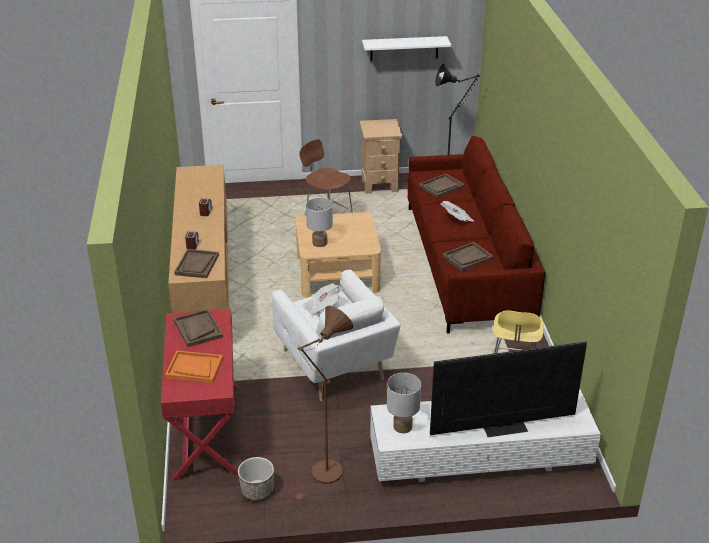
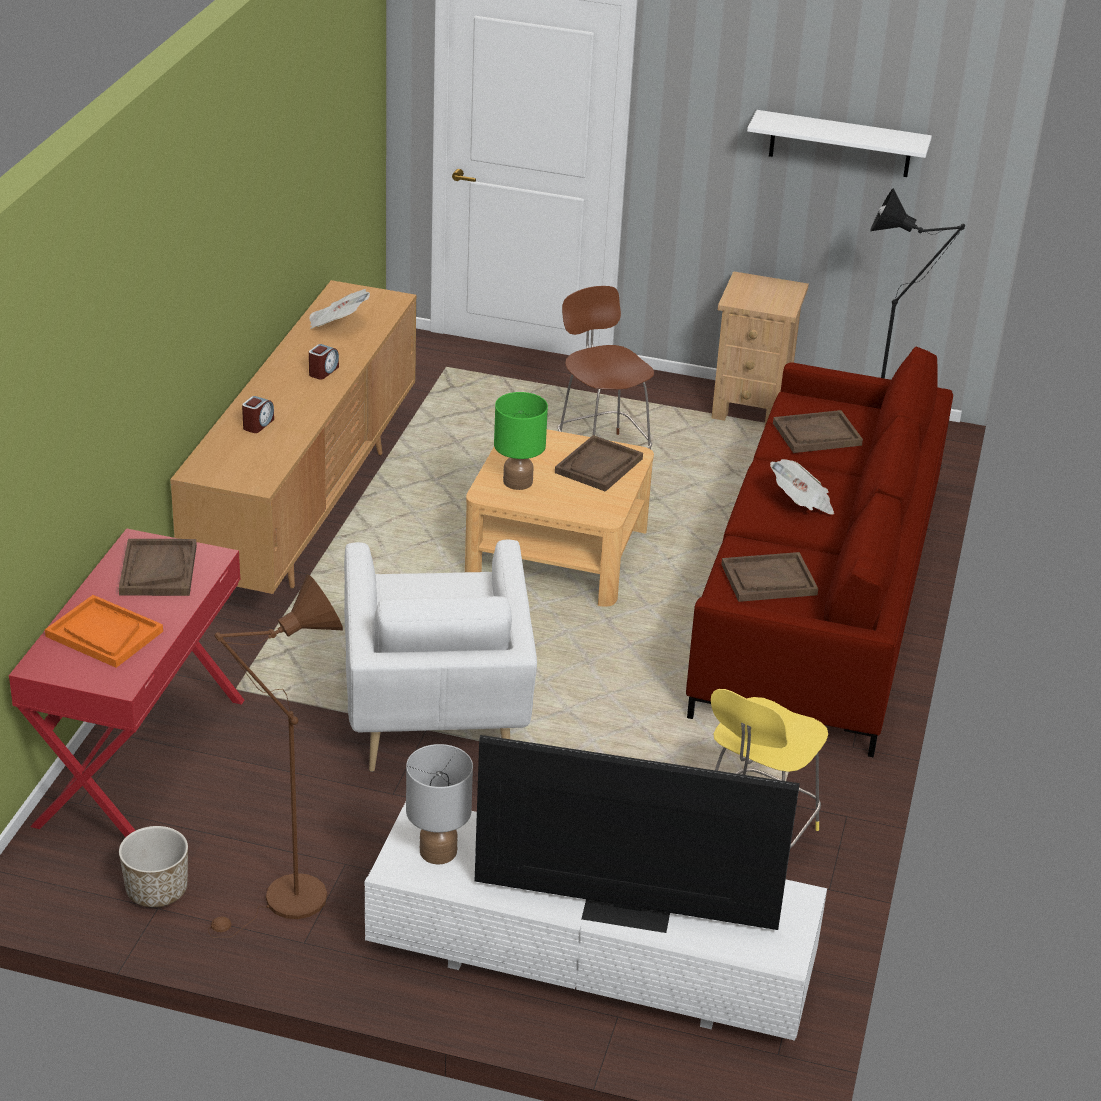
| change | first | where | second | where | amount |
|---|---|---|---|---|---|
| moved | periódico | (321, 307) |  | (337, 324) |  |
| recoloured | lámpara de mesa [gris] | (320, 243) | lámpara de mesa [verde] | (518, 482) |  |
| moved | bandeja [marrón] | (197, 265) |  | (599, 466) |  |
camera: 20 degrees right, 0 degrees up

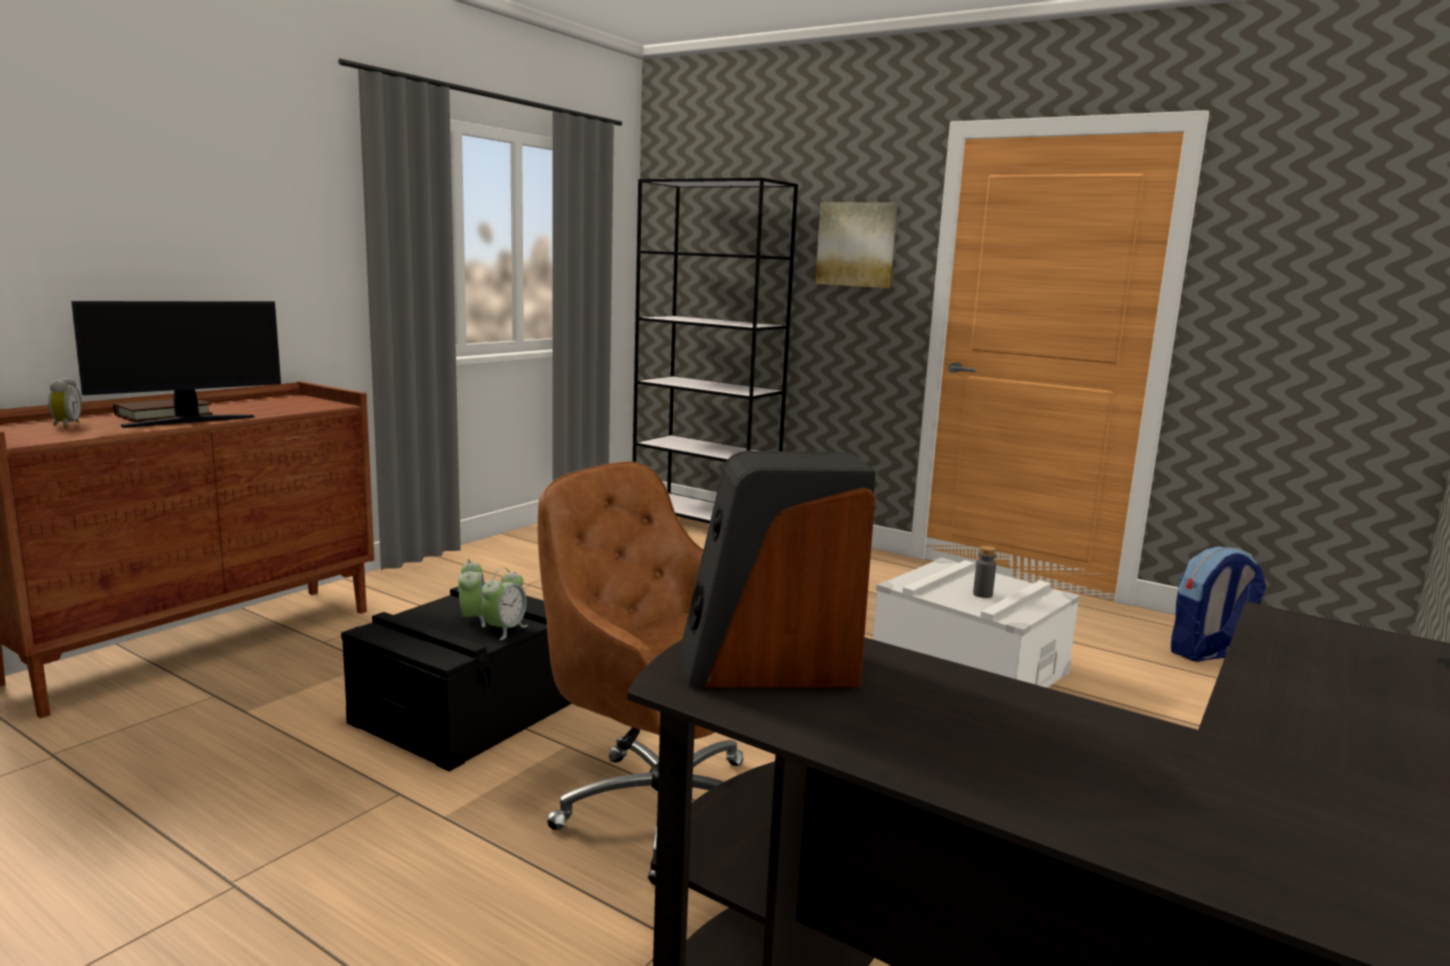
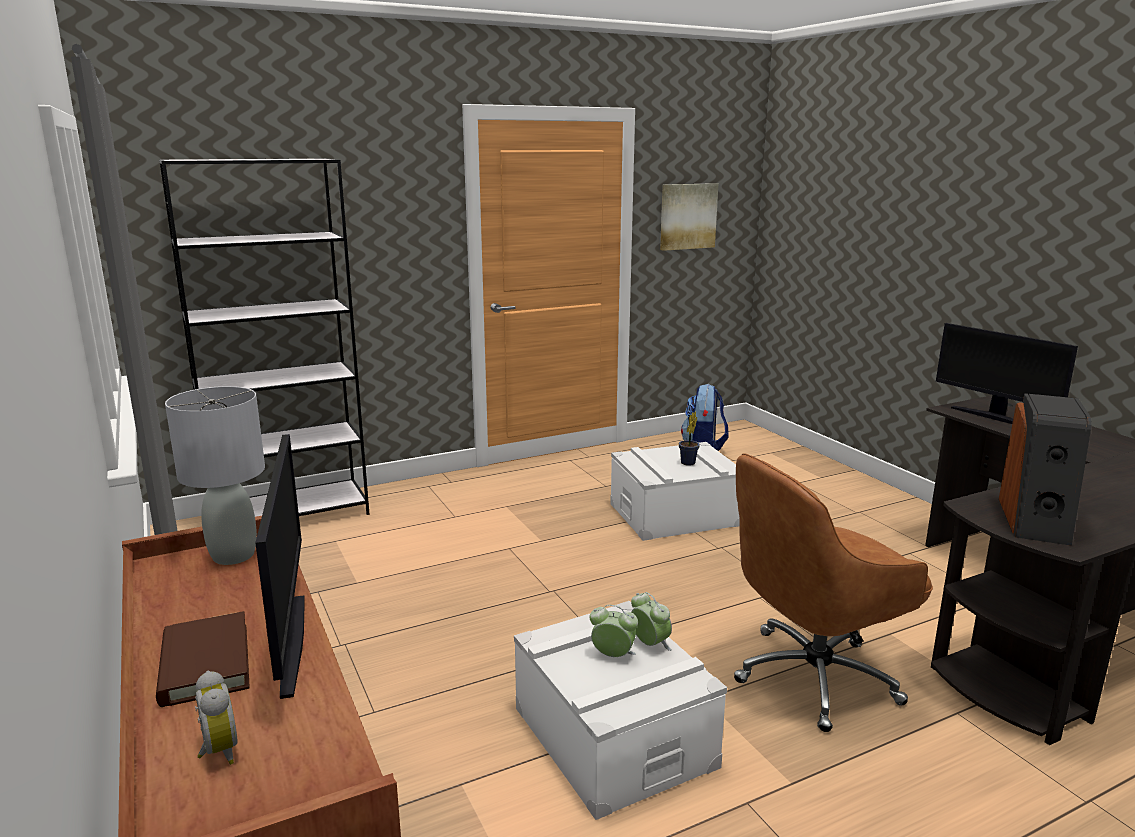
| change | first | where | second | where | amount |
|---|---|---|---|---|---|
| added |  |  | lámpara de mesa [gris] | (234, 555) |  |
| turned | despertador | (65, 425) |  | (217, 752) | 45 degrees clockwise |
| recoloured | caja de almacenaje [negro] | (469, 710) | caja de almacenaje [blanco] | (612, 736) |  |
| moved | cuadro | (856, 244) |  | (687, 216) |  |
| replaced | botella [gris] | (982, 594) | planta en maceta | (687, 463) |  |
| added |  |  | monitor | (994, 417) |  |
camera: 60 degrees left, 5 degrees up

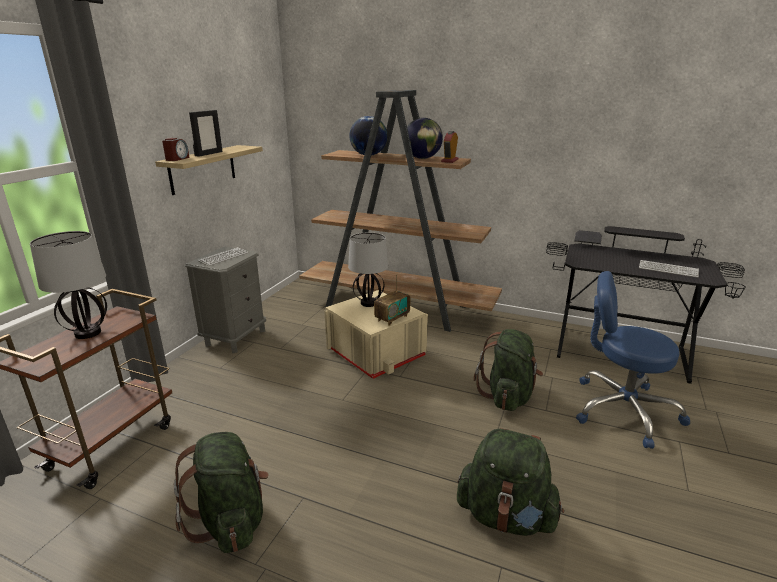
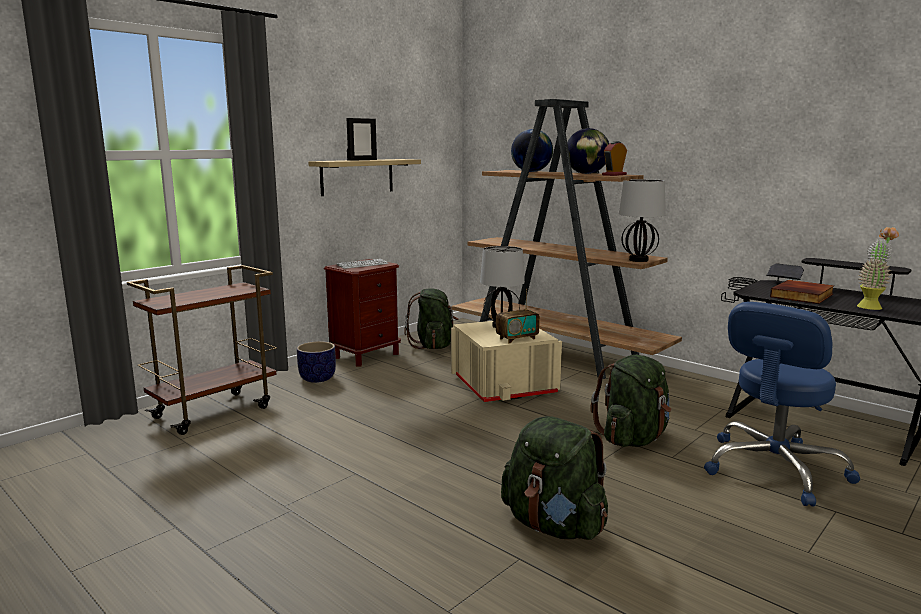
| change | first | where | second | where | amount |
|---|---|---|---|---|---|
| added |  |  | maceta | (318, 378) |  |
| recoloured | mesita de noche [gris] | (235, 337) | mesita de noche [marrón] | (366, 355) |  |
| moved | mochila [verde] | (231, 520) |  | (433, 346) |  |
| moved | lámpara de mesa | (88, 333) |  | (639, 260) |  |
| turned | silla de oficina [azul] | (618, 409) |  | (772, 471) | 90 degrees counterclockwise |
| added |  |  | libro | (803, 296) |  |
| replaced | teclado | (668, 269) | planta en maceta | (871, 306) |  |
| removed | despertador | (177, 159) |  |  |  |
camera: 20 degrees right, 10 degrees down

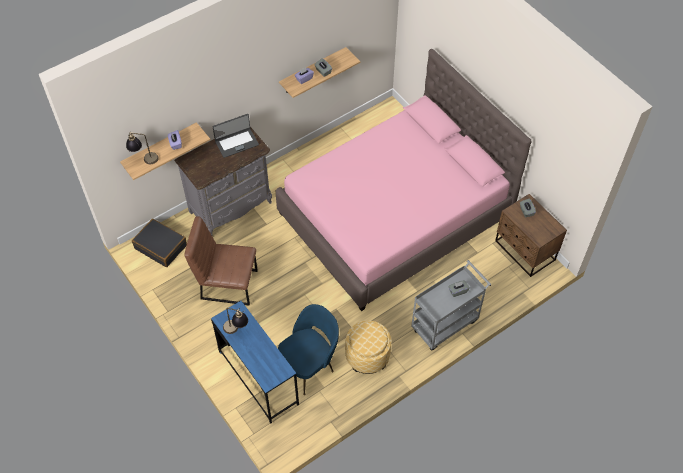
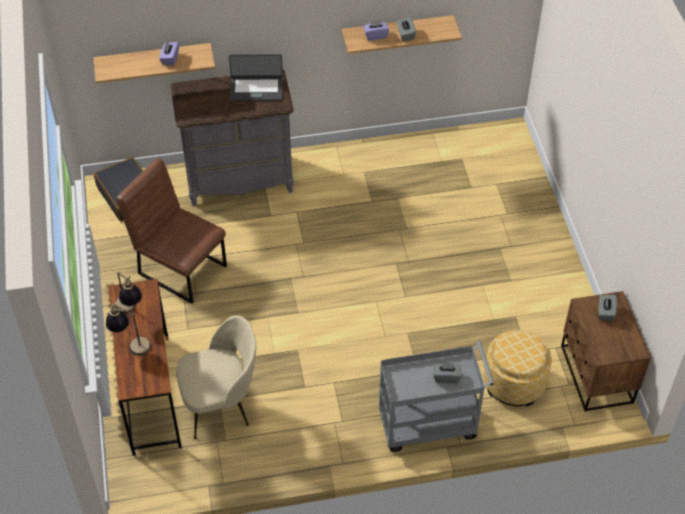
| change | first | where | second | where | amount |
|---|---|---|---|---|---|
| moved | lámpara de mesa | (144, 159) |  | (131, 344) |  |
| recoloured | escritorio [azul] | (258, 378) | escritorio [marrón] | (151, 394) |  |
| recoloured | silla [azul] | (310, 367) | silla [beis] | (222, 408) |  |
| moved | puf | (367, 356) |  | (514, 383) |  |
| removed | cama [rosa] | (395, 215) |  |  |  |
camera: 25 degrees right, 5 degrees down

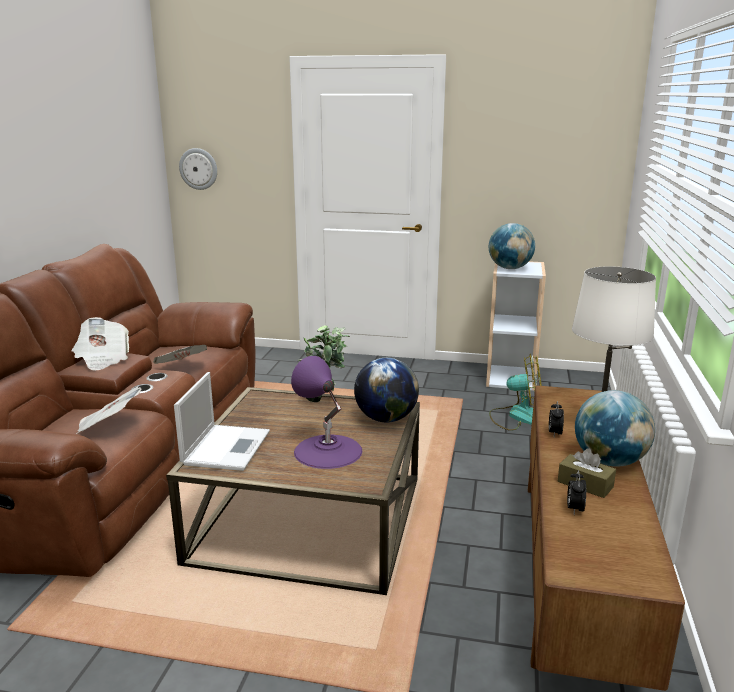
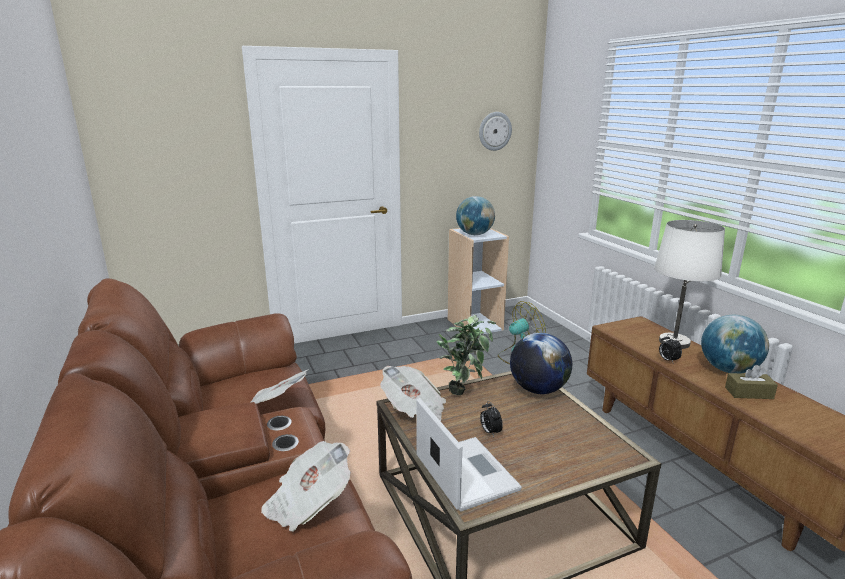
| change | first | where | second | where | amount |
|---|---|---|---|---|---|
| moved | periódico | (101, 359) |  | (414, 410) |  |
| moved | reloj de pared | (198, 169) |  | (494, 131) |  |
| moved | despertador | (574, 509) |  | (490, 432) |  |
| removed | lámpara de mesa [morado] | (327, 451) |  |  |  |
camera: 35 degrees left, 0 degrees up

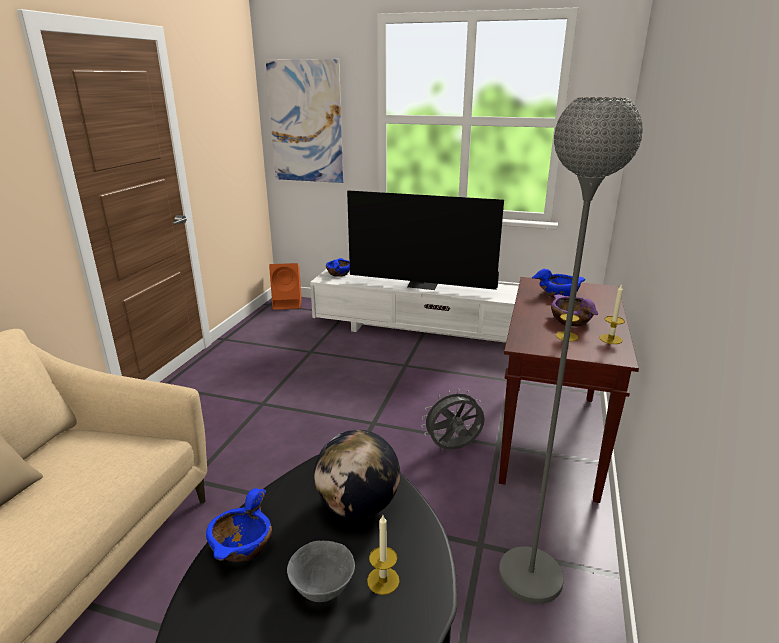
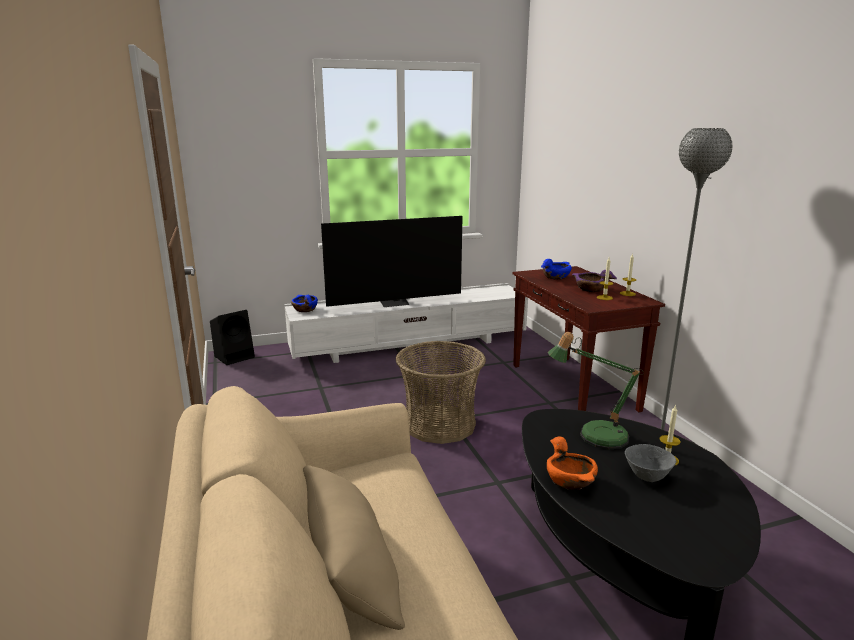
| change | first | where | second | where | amount |
|---|---|---|---|---|---|
| recoloured | altavoz [naranja] | (288, 303) | altavoz [negro] | (235, 356) |  |
| added |  |  | cesta | (439, 424) |  |
| recoloured | cuenco [azul] | (242, 546) | cuenco [naranja] | (570, 481) |  |
| replaced | globo terráqueo | (358, 506) | lámpara de mesa | (595, 435) |  |
| removed | cuadro | (306, 122) |  |  |  |
| removed | ventilador [gris] | (453, 448) |  |  |  |
camera: 35 degrees left, 5 degrees down

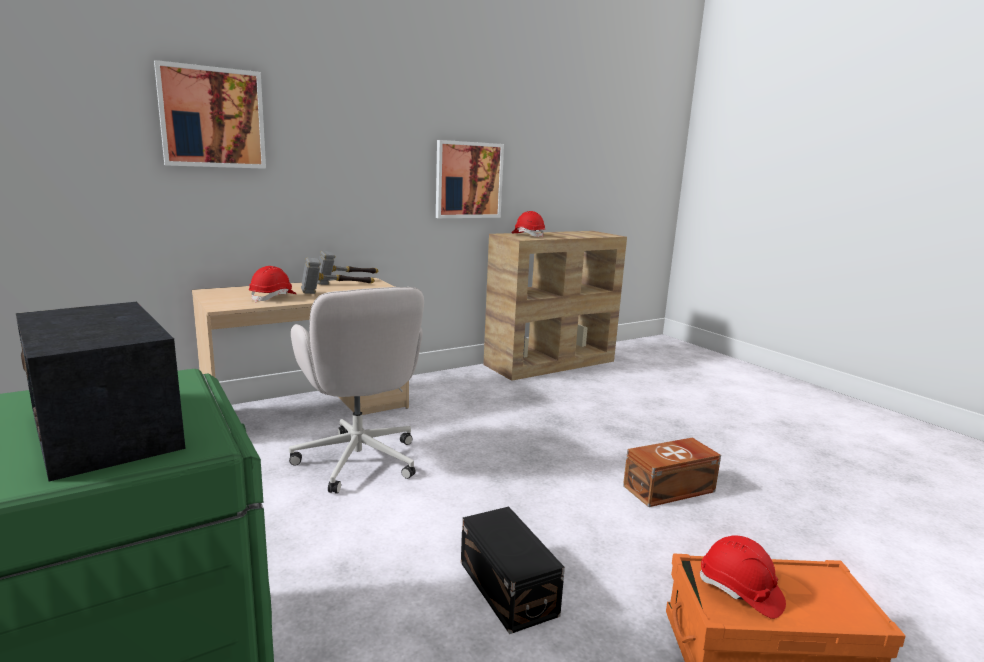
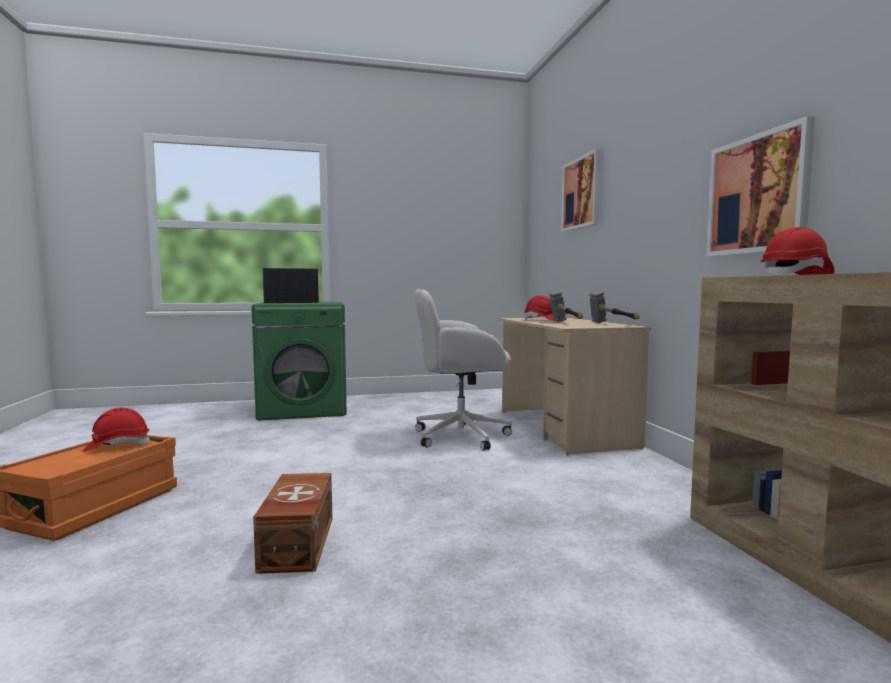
| change | first | where | second | where | amount |
|---|---|---|---|---|---|
| removed | caja de almacenaje [negro] | (506, 589) |  |  |  |
camera: 110 degrees right, 10 degrees down

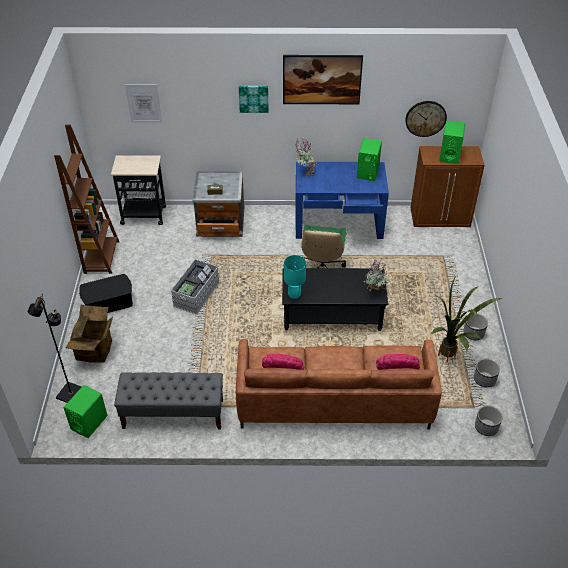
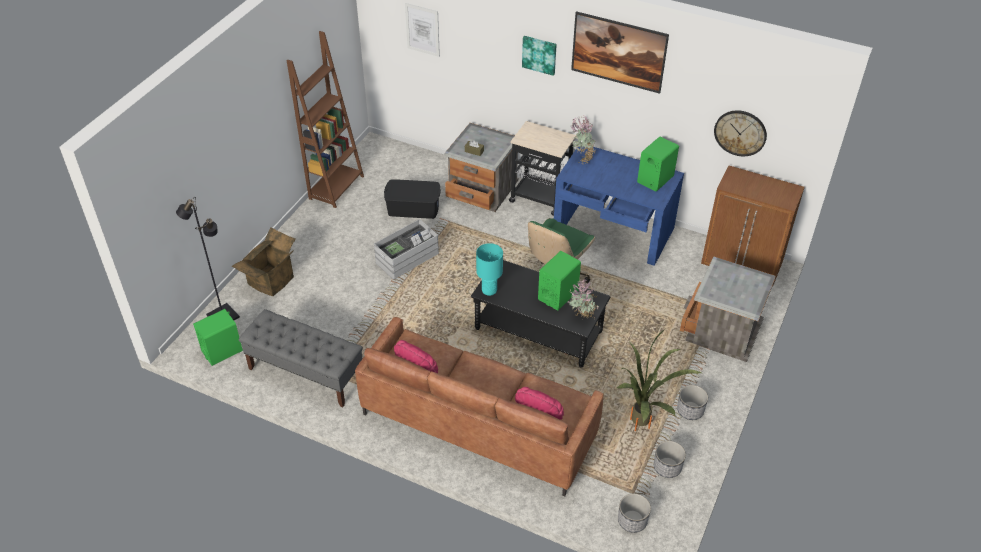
| change | first | where | second | where | amount |
|---|---|---|---|---|---|
| moved | caja de almacenaje [negro] | (108, 303) |  | (413, 208) |  |
| moved | carrito | (144, 215) |  | (540, 199) |  |
| moved | altavoz [verde] | (449, 155) |  | (558, 295) |  |
| added |  |  | mesita de noche [gris] | (720, 329) |  |
camera: 25 degrees right, 0 degrees up

